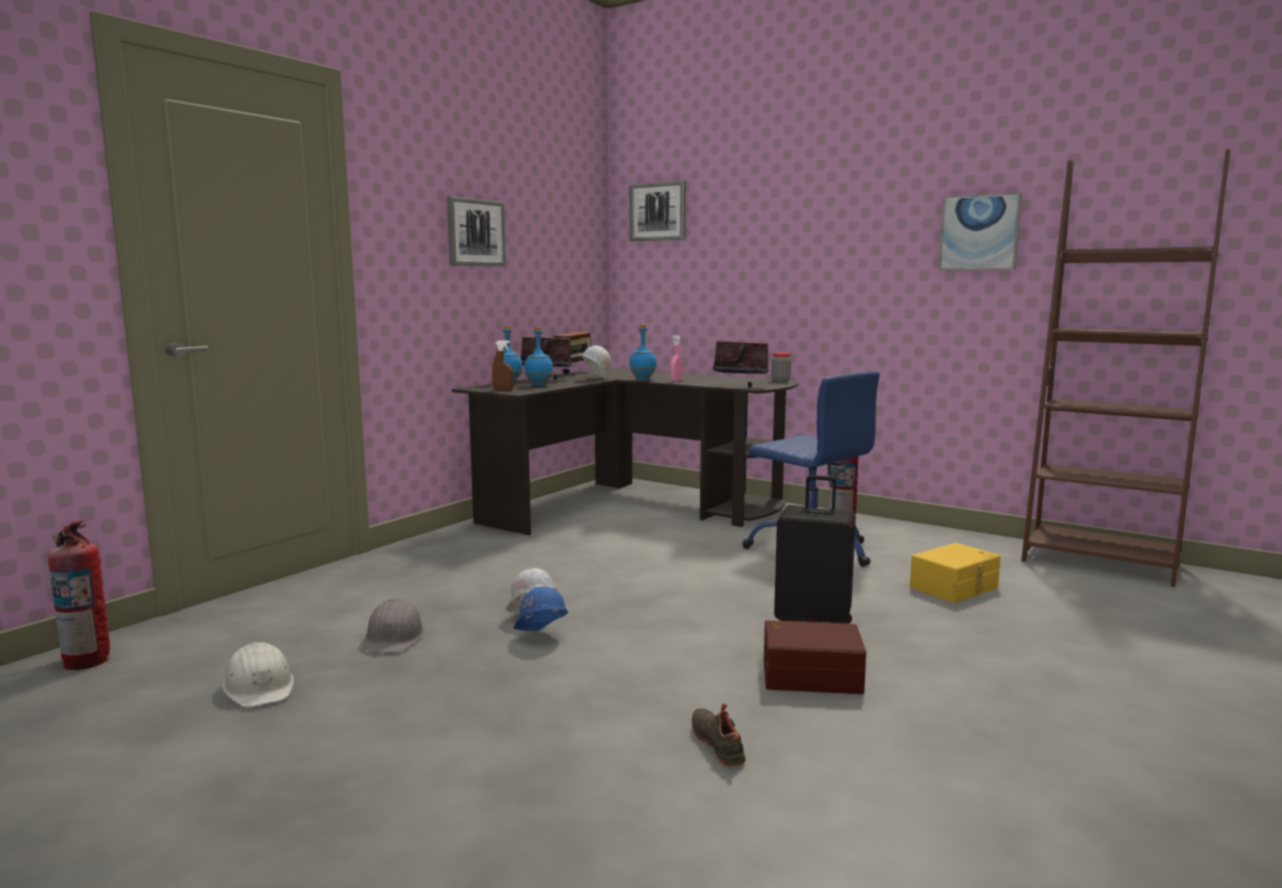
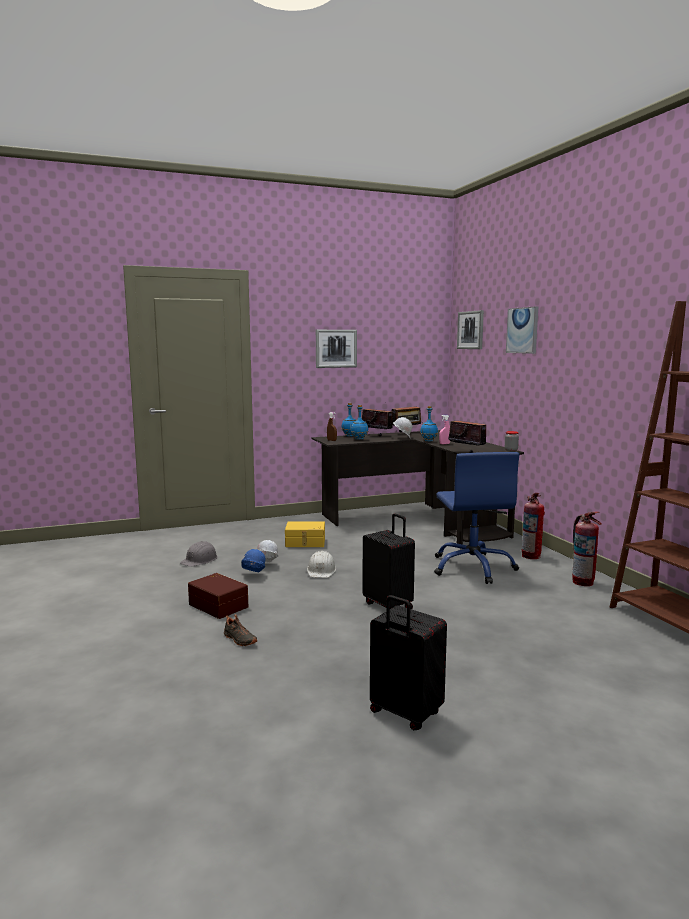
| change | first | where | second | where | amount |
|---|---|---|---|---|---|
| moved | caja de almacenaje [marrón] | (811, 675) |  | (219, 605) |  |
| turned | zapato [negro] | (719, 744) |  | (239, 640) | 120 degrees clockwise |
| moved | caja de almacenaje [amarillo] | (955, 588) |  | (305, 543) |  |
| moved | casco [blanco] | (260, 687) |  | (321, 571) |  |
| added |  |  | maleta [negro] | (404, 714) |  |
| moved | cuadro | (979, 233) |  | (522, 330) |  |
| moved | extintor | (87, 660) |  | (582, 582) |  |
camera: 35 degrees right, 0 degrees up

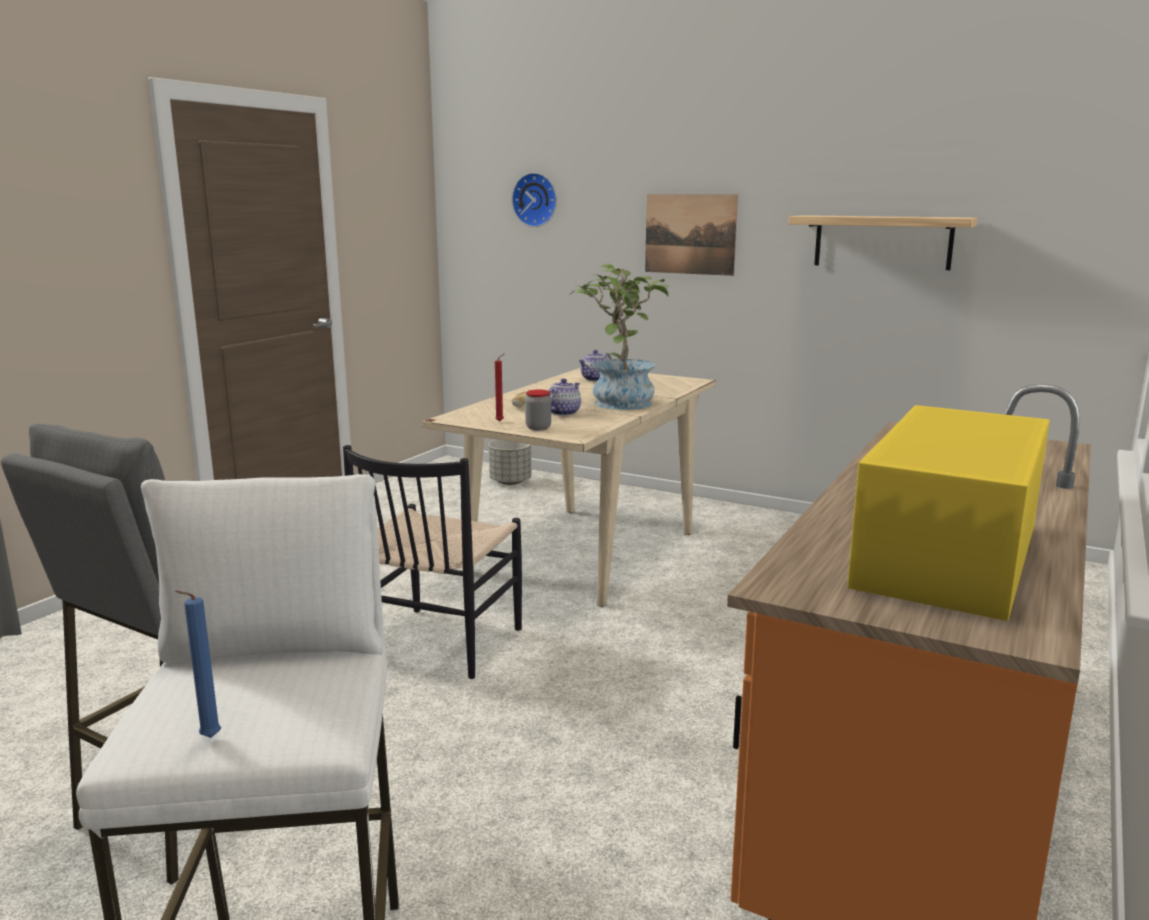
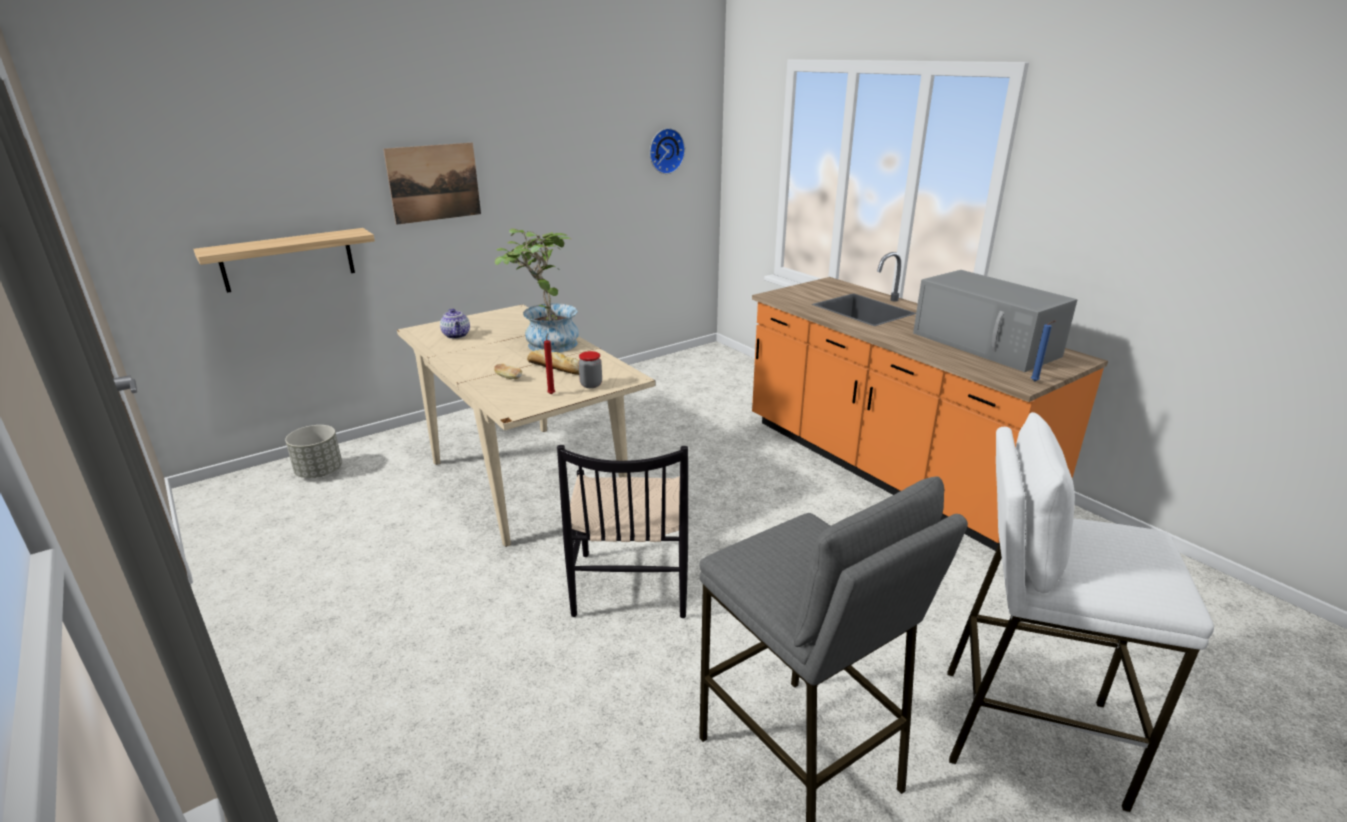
| change | first | where | second | where | amount |
|---|---|---|---|---|---|
| moved | estante | (882, 242) |  | (288, 260) |  |
| replaced | tetera | (563, 412) | pan | (554, 368) |  |
| turned | silla [negro] | (438, 646) |  | (630, 589) | 45 degrees clockwise |
| moved | reloj de pared | (536, 200) |  | (665, 151) |  |
| recoloured | microondas [amarillo] | (948, 556) | microondas [gris] | (987, 345) |  |
| moved | vela [azul] | (207, 739) |  | (1035, 382) |  |
camera: 65 degrees left, 10 degrees up

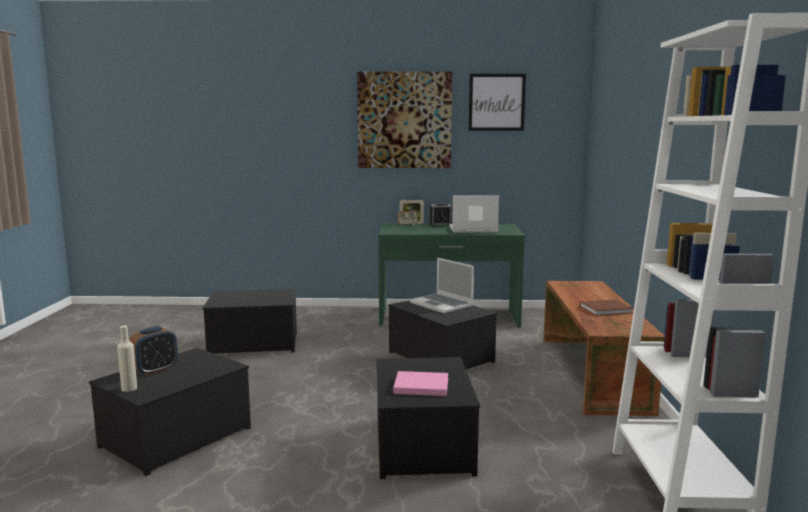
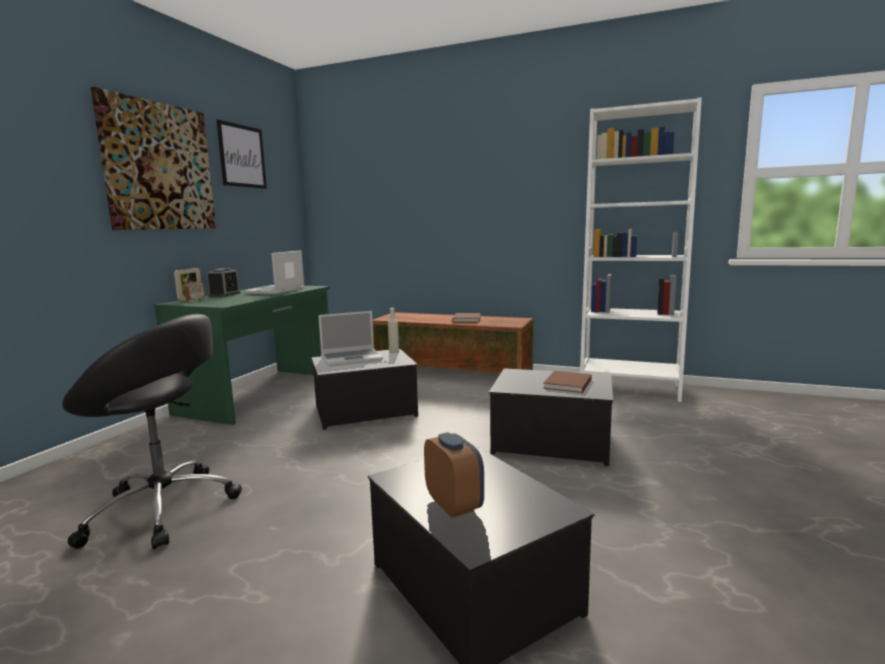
| change | first | where | second | where | amount |
|---|---|---|---|---|---|
| replaced | caja de almacenaje | (253, 344) | silla de oficina [negro] | (165, 509) |  |
| moved | botella [beis] | (129, 388) |  | (394, 352) |  |
| recoloured | libro [rosa] | (419, 386) | libro [marrón] | (567, 384) |  |
camera: 70 degrees left, 0 degrees up

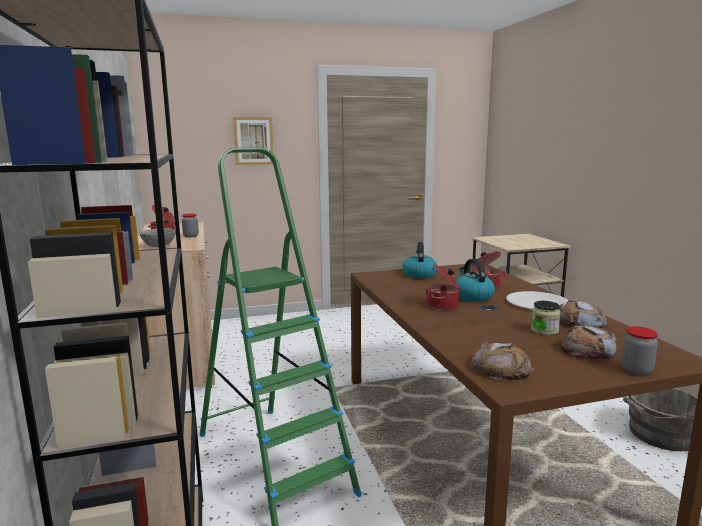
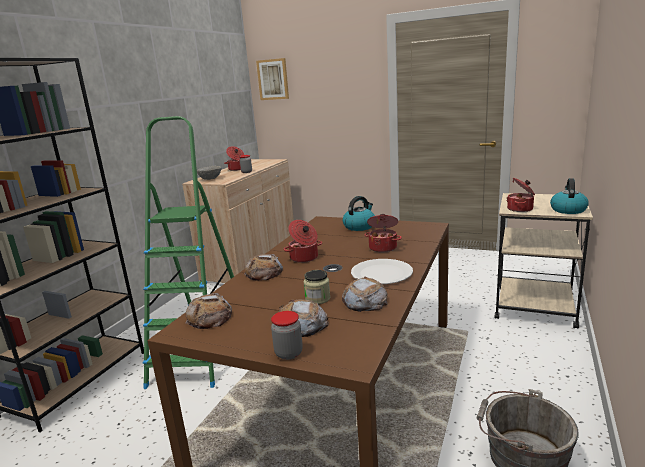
| change | first | where | second | where | amount |
|---|---|---|---|---|---|
| added |  |  | pan | (264, 273) |  |
| moved | cuadro | (253, 141) |  | (273, 79) |  |
| added |  |  | olla | (520, 209) |  |
| moved | hervidor | (472, 296) |  | (568, 210) |  |
camera: 40 degrees right, 5 degrees up

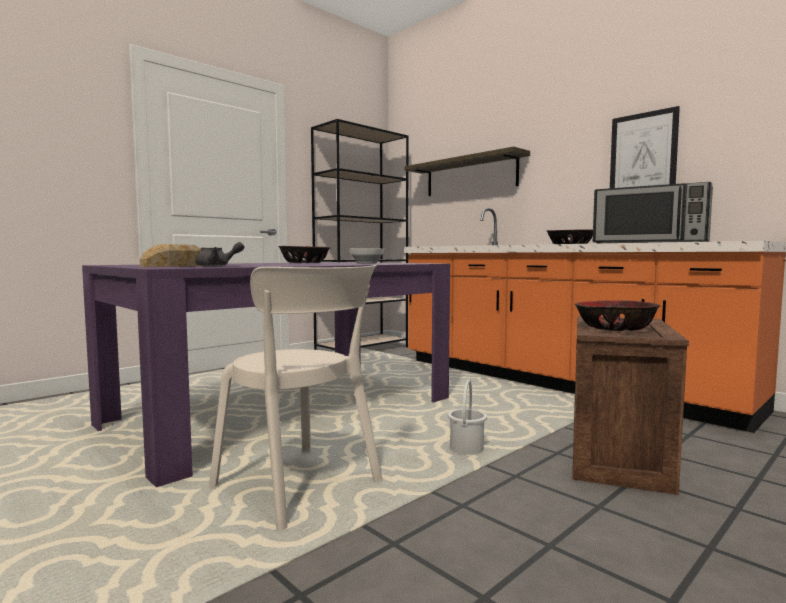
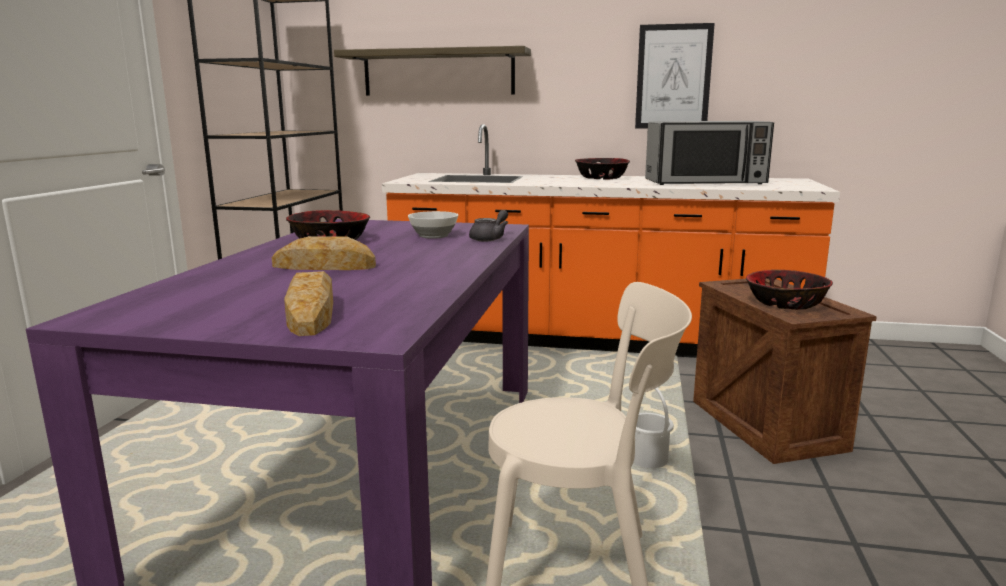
| change | first | where | second | where | amount |
|---|---|---|---|---|---|
| added |  |  | pan | (324, 266) |  |
| moved | tetera [gris] | (217, 266) |  | (490, 238) |  |
camera: 35 degrees left, 10 degrees up

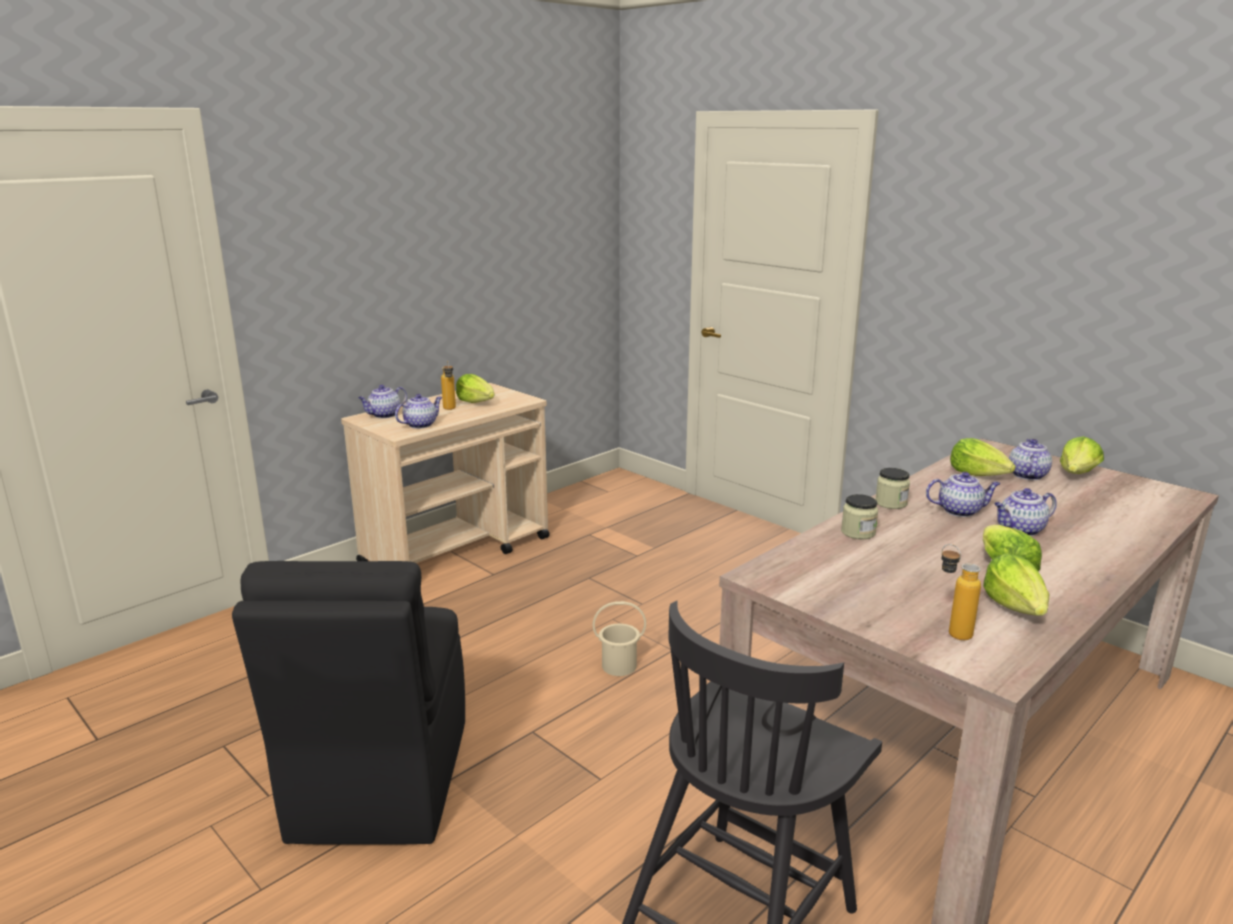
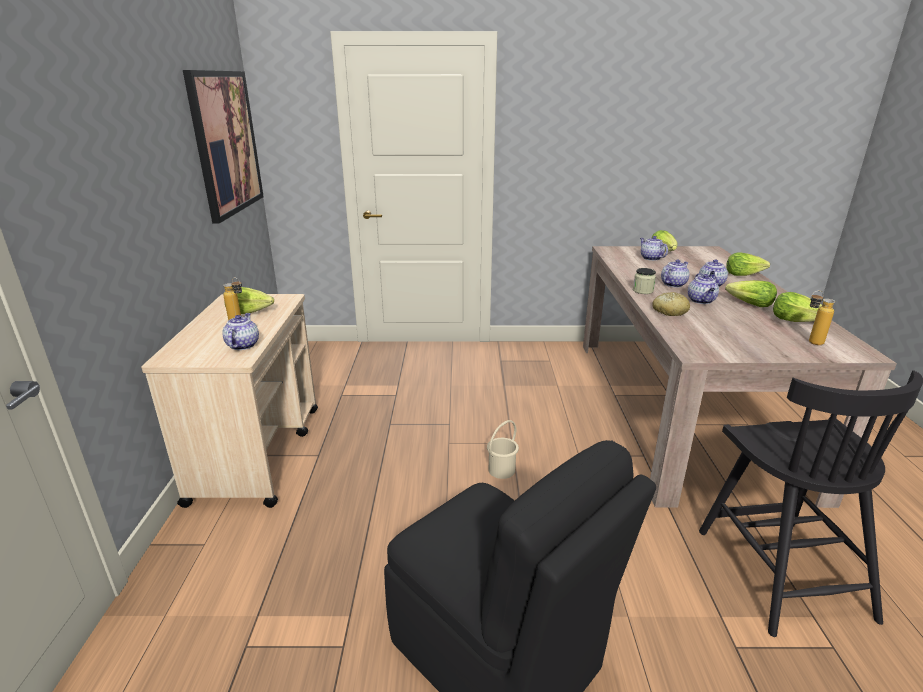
| change | first | where | second | where | amount |
|---|---|---|---|---|---|
| added |  |  | cuadro | (226, 143) |  |
| replaced | tarro | (858, 532) | pan | (669, 311) |  |
| moved | tetera | (384, 415) |  | (701, 301) |  |
| moved | lechuga | (978, 474) |  | (743, 274) |  |
camera: 45 degrees left, 5 degrees up

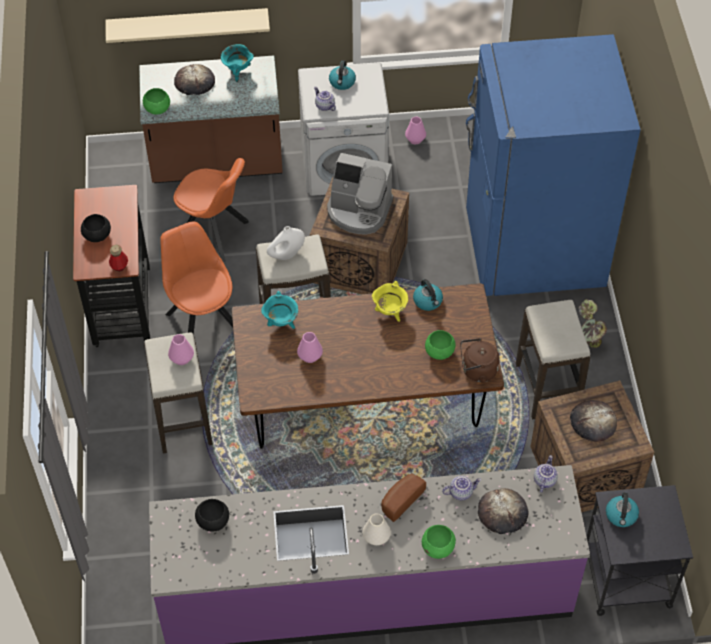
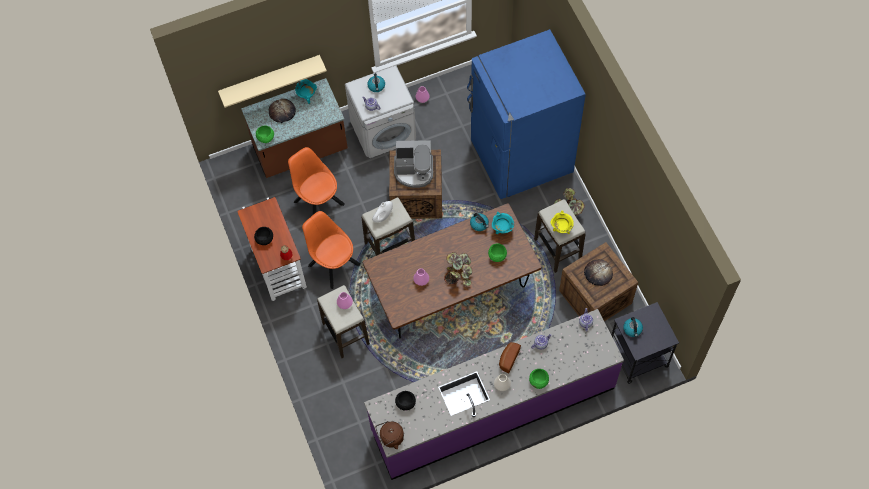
| change | first | where | second | where | amount |
|---|---|---|---|---|---|
| recoloured | carrito [negro] | (122, 305) | carrito [blanco] | (278, 268) |  |
| turned | silla [naranja] | (214, 234) |  | (318, 202) | 135 degrees counterclockwise |
| moved | hervidor [marrón] | (477, 370) |  | (390, 438) |  |
| added |  |  | planta en maceta | (459, 273) |  |
| moved | olla [turquesa] | (281, 323) |  | (502, 229) |  |
| moved | olla [amarillo] | (390, 312) |  | (561, 229) |  |
| removed | pan | (502, 513) |  |  |  |
camera: 15 degrees left, 10 degrees up

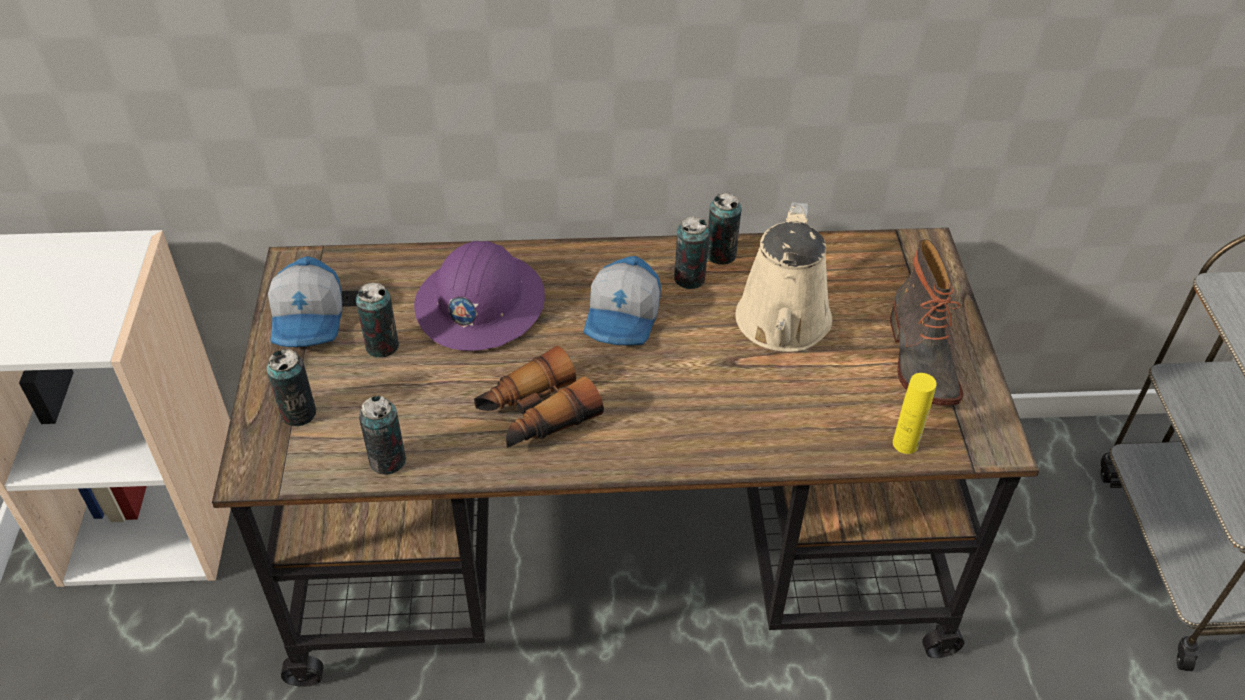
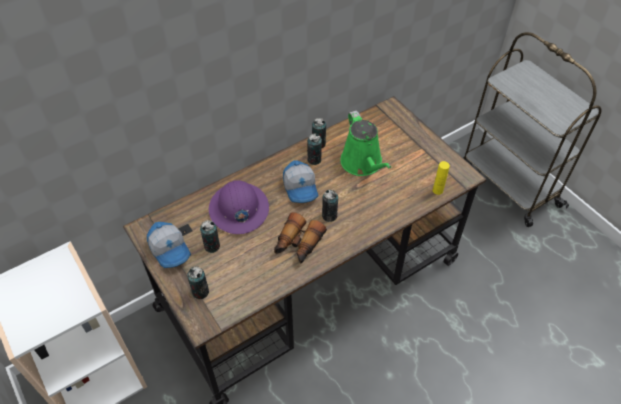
| change | first | where | second | where | amount |
|---|---|---|---|---|---|
| moved | lata | (387, 461) |  | (329, 216) |  |
| recoloured | regadera [beis] | (782, 326) | regadera [verde] | (363, 164) |  |
| removed | bota | (919, 359) |  |  |  |
camera: 30 degrees left, 5 degrees up

